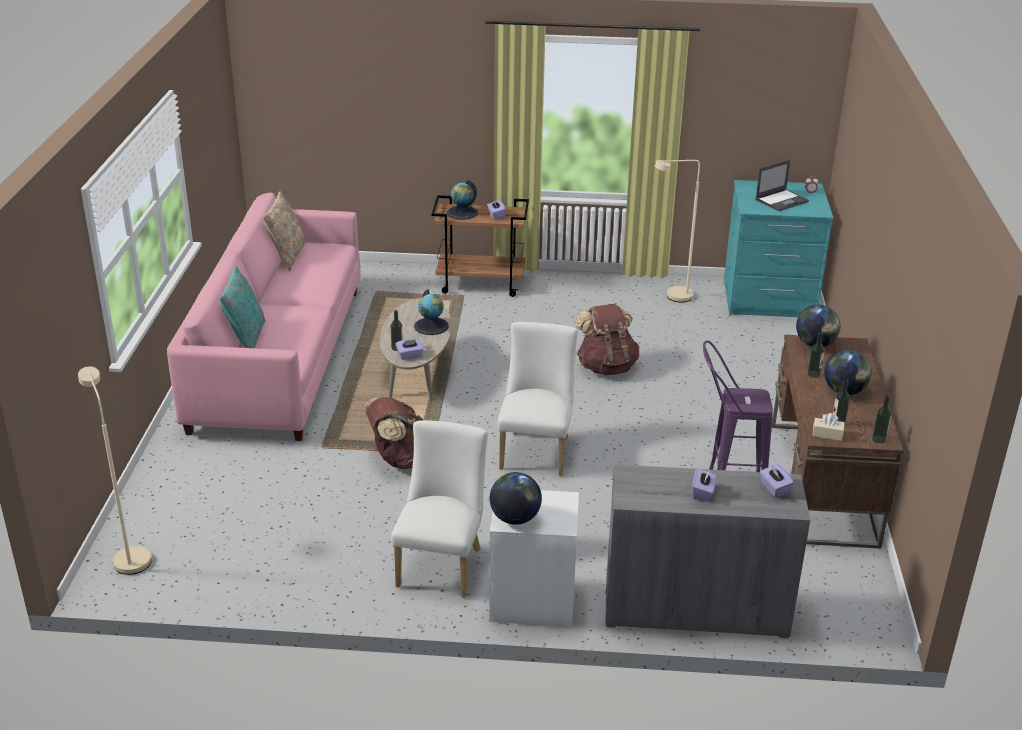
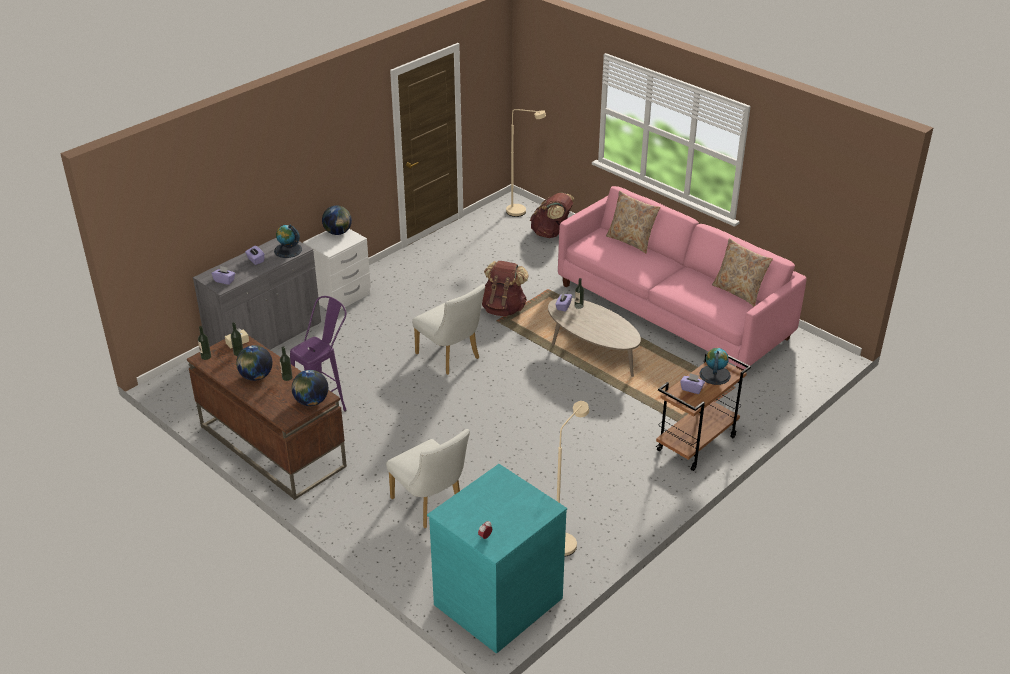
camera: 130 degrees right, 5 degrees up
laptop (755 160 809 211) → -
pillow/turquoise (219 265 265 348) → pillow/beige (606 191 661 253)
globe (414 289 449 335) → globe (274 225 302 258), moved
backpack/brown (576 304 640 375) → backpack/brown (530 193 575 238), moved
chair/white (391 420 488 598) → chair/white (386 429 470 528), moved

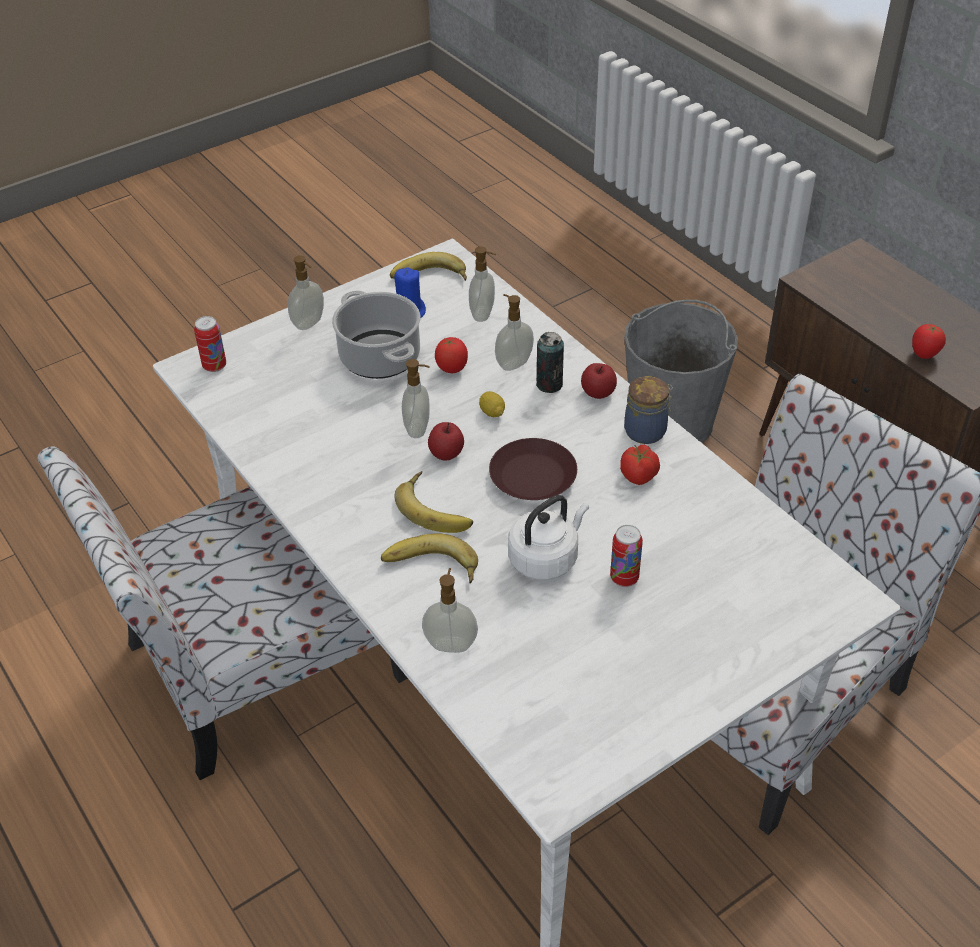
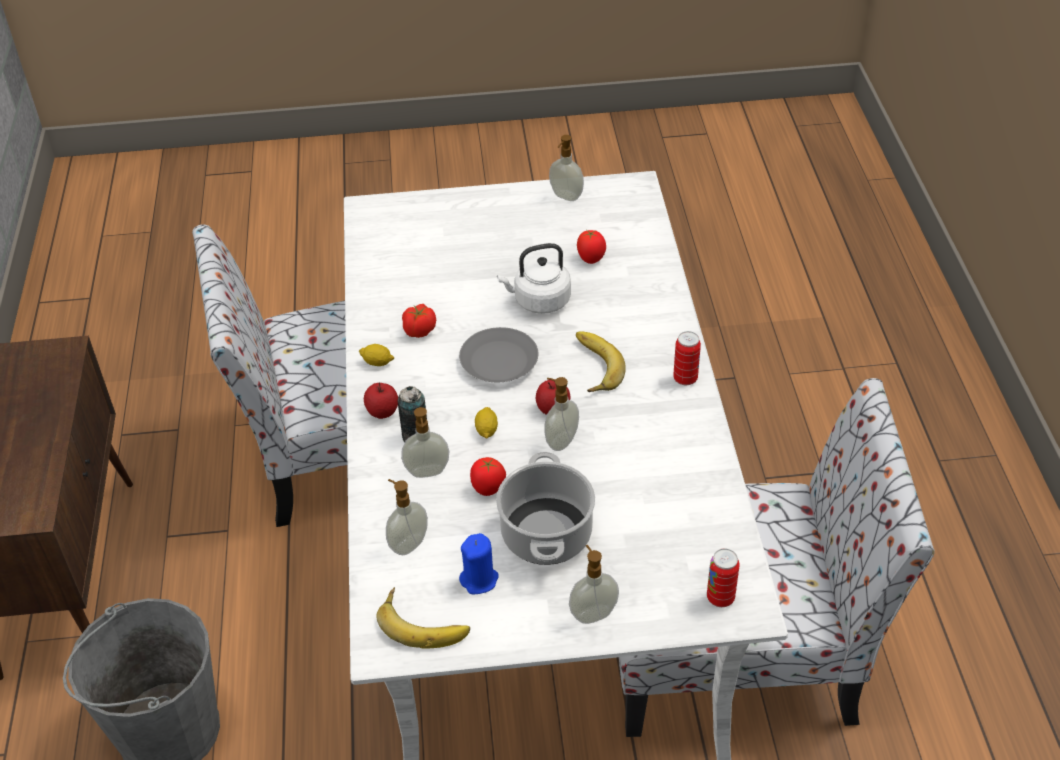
camera: 150 degrees left, 0 degrees up
tomato (912 324 946 359) → tomato (577 230 606 264), moved
jar (624 376 673 444) → lemon (359 344 394 366)
plate/brown (489 438 577 500) → plate/grey (459 327 538 382)
can (610 525 643 587) → can (673 331 701 385), moved
banana (381 534 478 584) → -
soap dispenser (422 568 478 653) → soap dispenser (549 135 584 201), moved

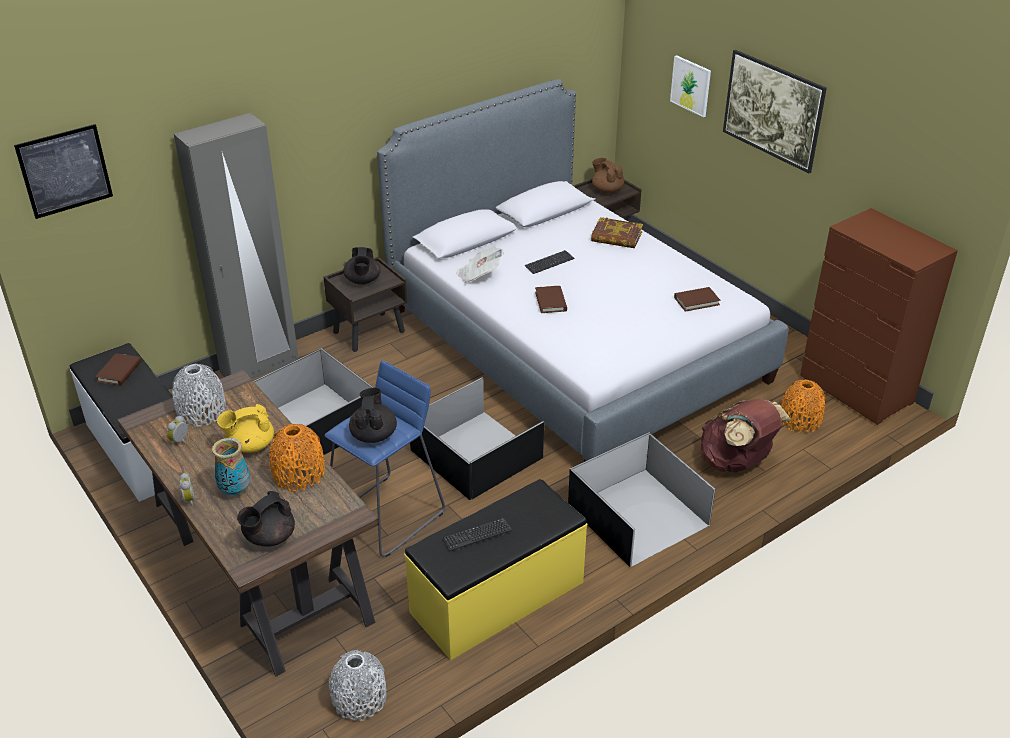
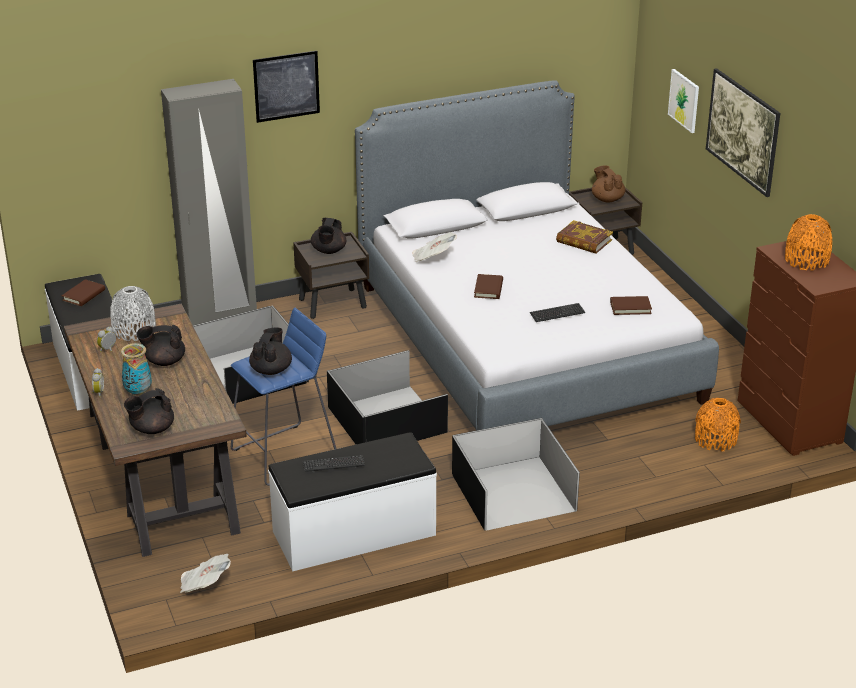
camera: 15 degrees right, 5 degrees down
picture (14 124 113 219) → picture (253 51 320 123), moved
keyboard (525 250 574 274) → keyboard (530 303 585 322), moved
backpack/brown (701 399 791 473) → -
teapot/yellow (217 404 274 453) → teapot/black (136 325 185 366)
vase/orange (269 424 325 491) → vase/orange (785 214 832 271), moved
bench/yellow (404 479 587 660) → bench/white (268 432 437 572)
vase/grey (329 650 386 721) → newspaper (180 554 231 593)

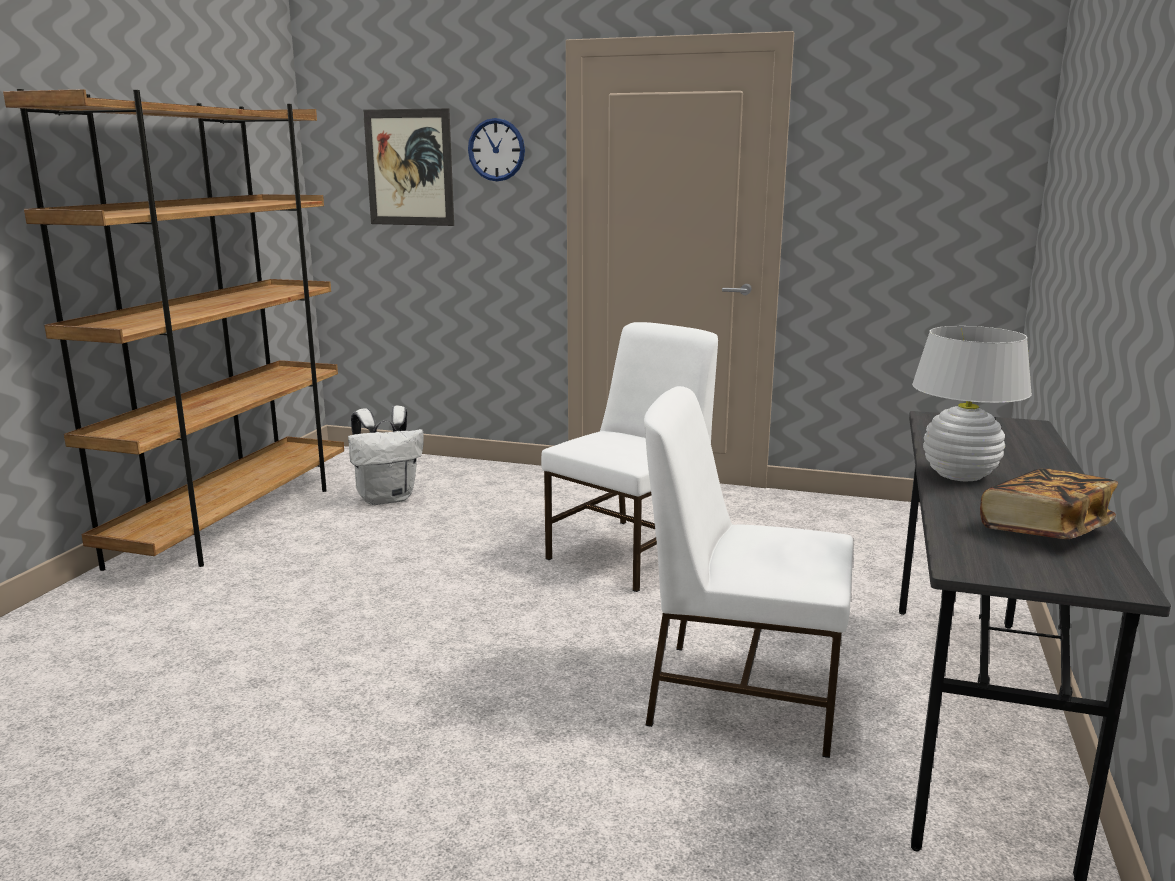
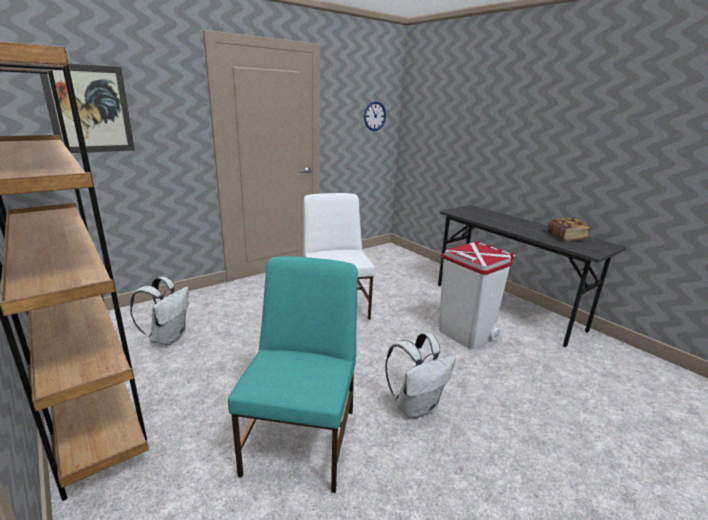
camera: 55 degrees left, 5 degrees up
wall clock (468 118 525 181) → wall clock (364 101 386 131), moved
table lamp/white (912 326 1032 482) → -
chair/white (644 386 853 758) → trash can/white (439 241 515 350)
- → chair/turquoise (228 256 358 493)
- → backpack/white (385 333 456 420)

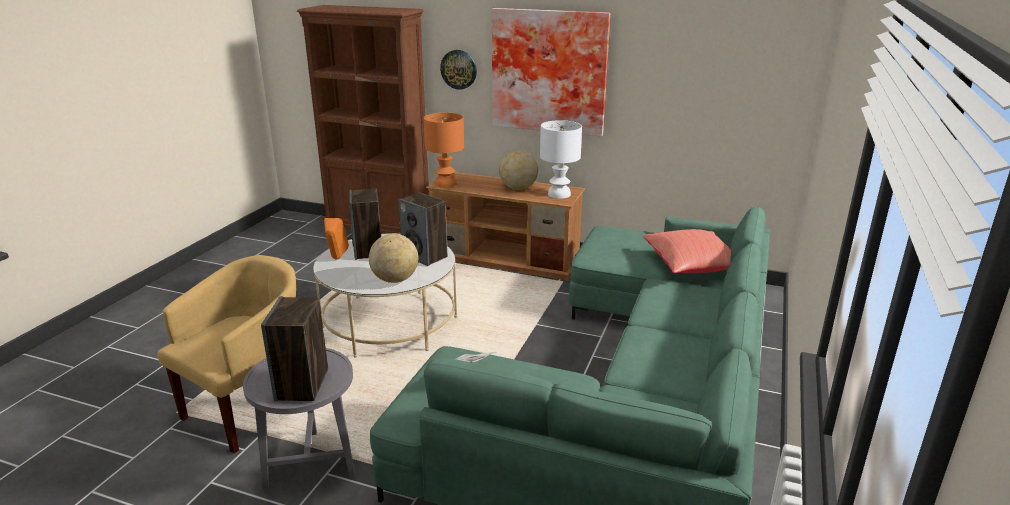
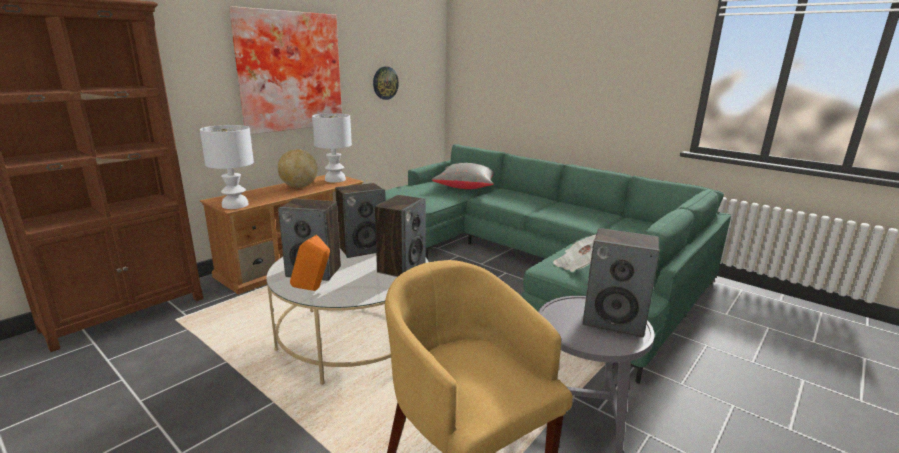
camera: 70 degrees left, 5 degrees down
wall clock (440 50 477 90) → wall clock (373 67 399 100), moved
table lamp/orange (424 113 464 188) → table lamp/white (200 125 254 209)
pillow/red (643 229 731 273) → pillow/grey (432 163 494 189)
globe (369 234 418 283) → speaker (375 195 426 277)

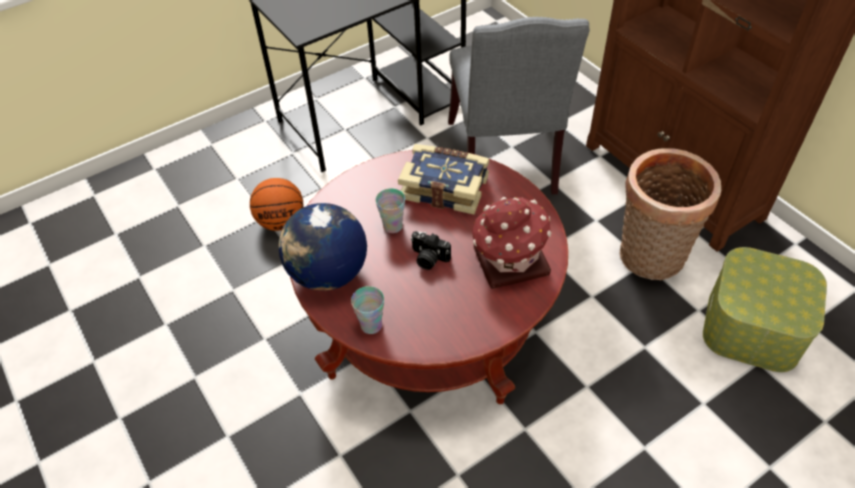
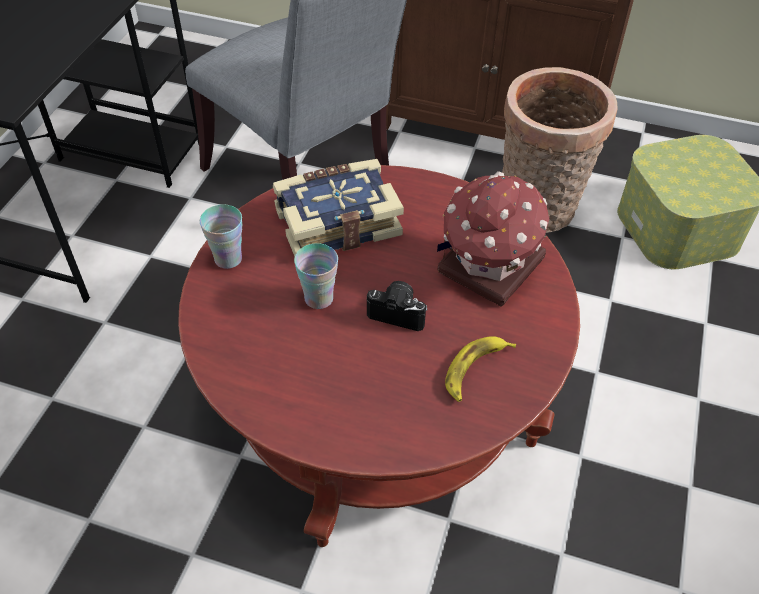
camera: 40 degrees left, 0 degrees up
basketball (250 178 303 231) → -
globe (278 203 367 291) → -
photo camera (411 231 451 270) → photo camera (367 281 428 331), 150 degrees counterclockwise
cup (351 286 384 334) → cup (200 204 242 269), moved
- → banana (445 336 516 402)

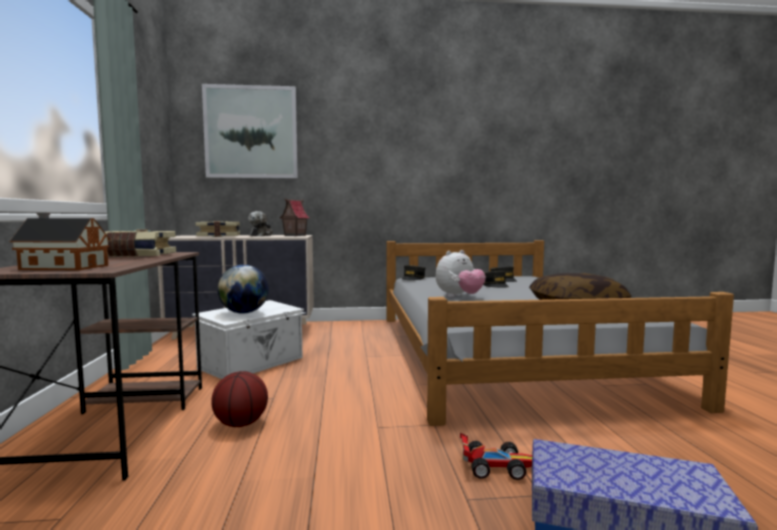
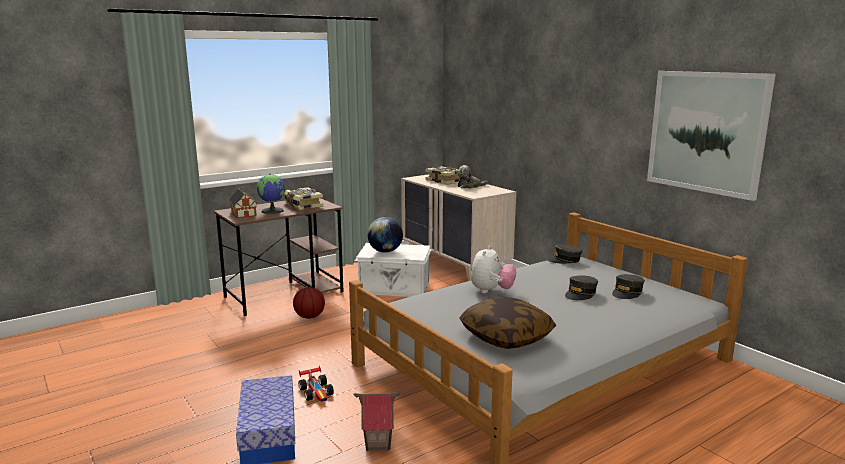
camera: 60 degrees right, 10 degrees up
picture (202 84 298 178) → picture (647 71 776 201), moved
toy house (279 199 310 236) → toy house (354 392 401 451), moved
plush toy (436 250 486 297) → plush toy (471 246 516 293), 90 degrees counterclockwise
- → globe (257 174 286 214)

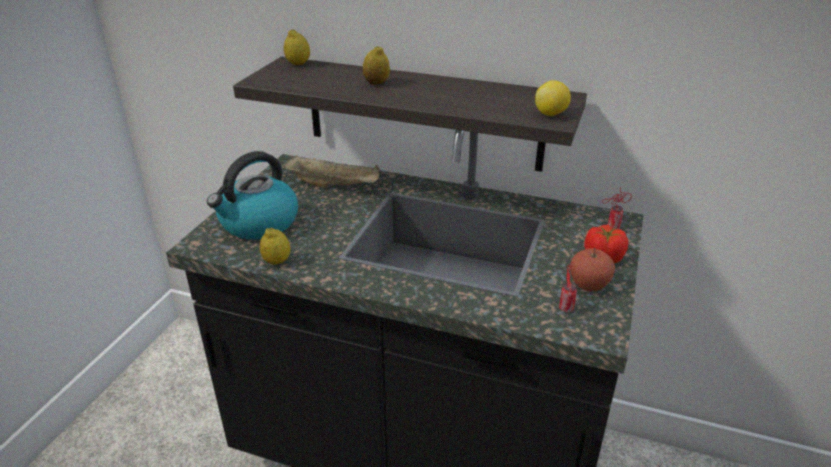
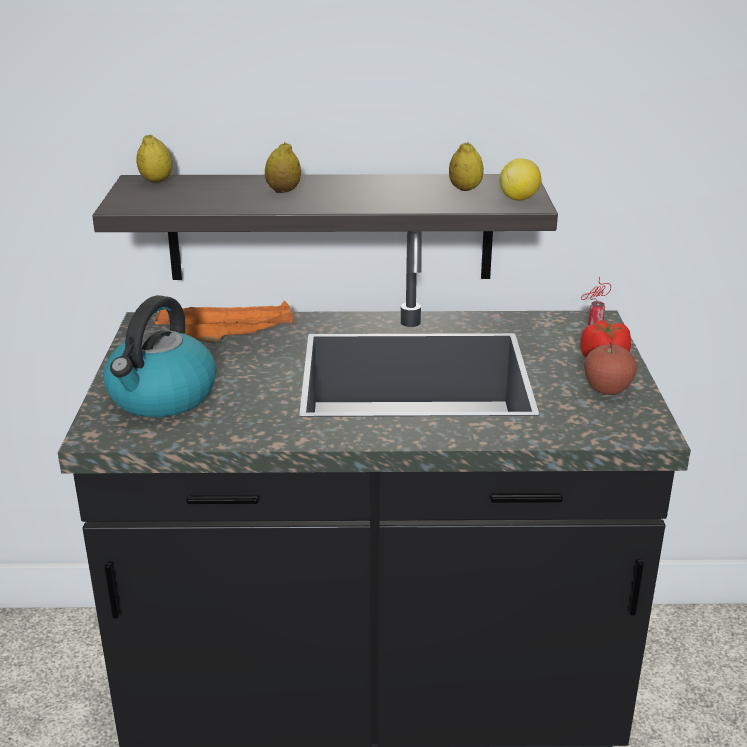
camera: 20 degrees left, 5 degrees down
tray/beige (282 156 380 188) → tray/orange (155 301 294 342)
lemon (260 228 291 265) → lemon (449 142 484 191), moved
can (559 264 577 312) → -

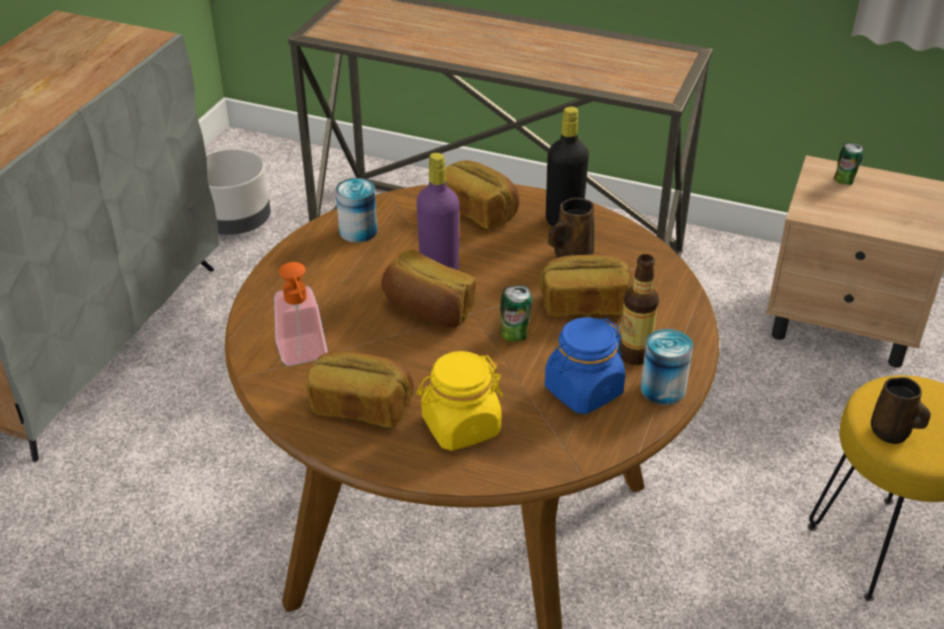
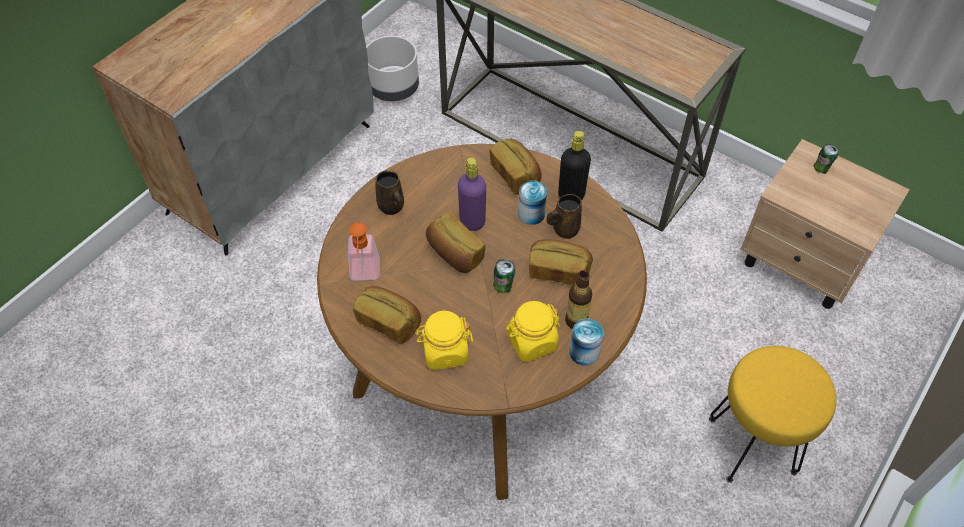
camera: 15 degrees right, 15 degrees up
can (336 178 378 243) → can (518 180 547 225), moved
jar/blue (545 317 625 414) → jar/yellow (506 301 560 362)
mug/brown (871 377 931 444) → mug/brown (375 171 404 215), moved

